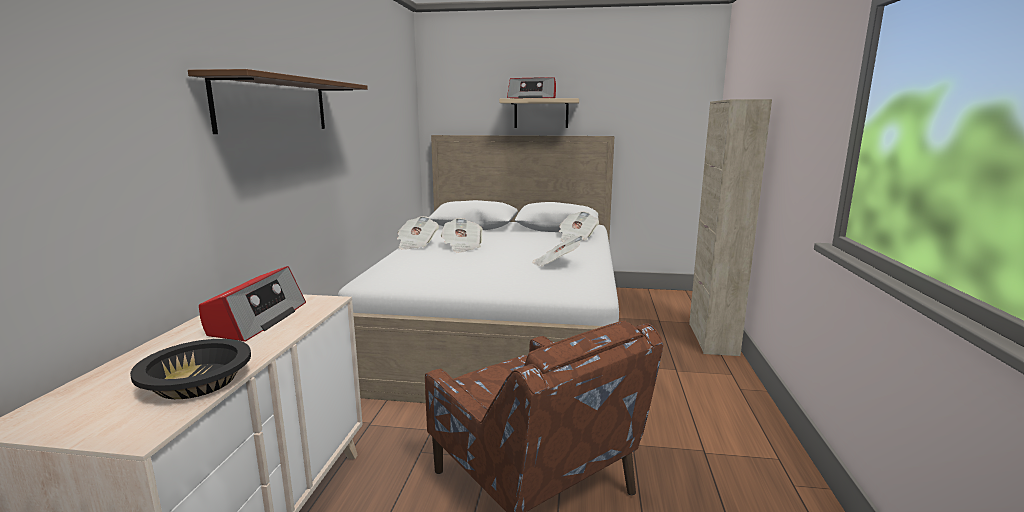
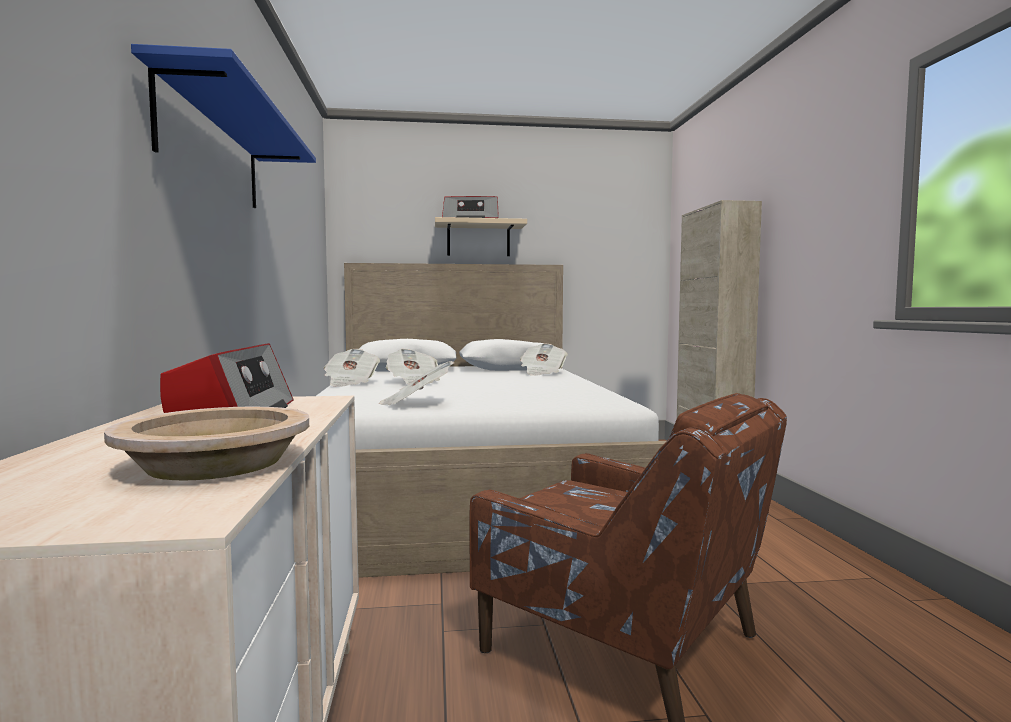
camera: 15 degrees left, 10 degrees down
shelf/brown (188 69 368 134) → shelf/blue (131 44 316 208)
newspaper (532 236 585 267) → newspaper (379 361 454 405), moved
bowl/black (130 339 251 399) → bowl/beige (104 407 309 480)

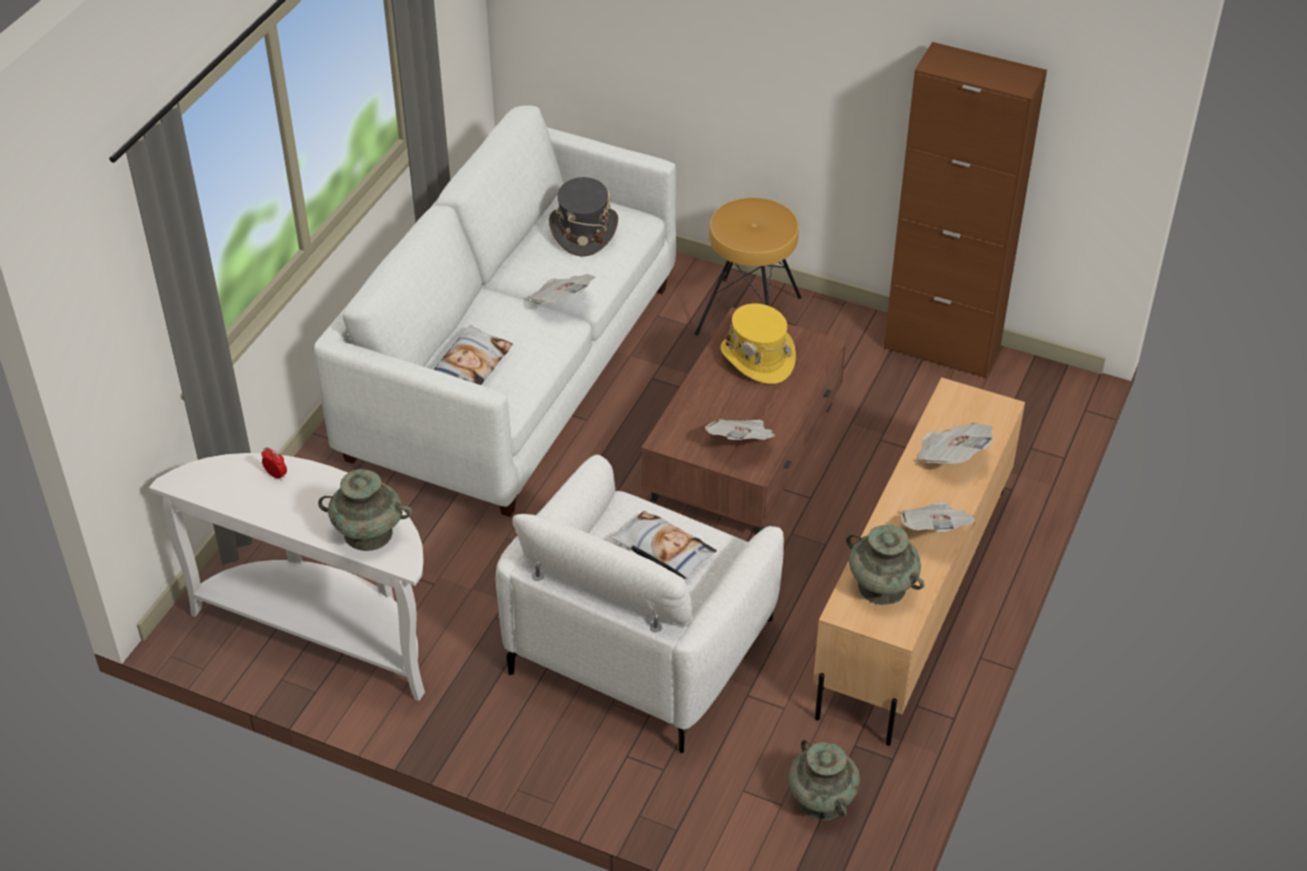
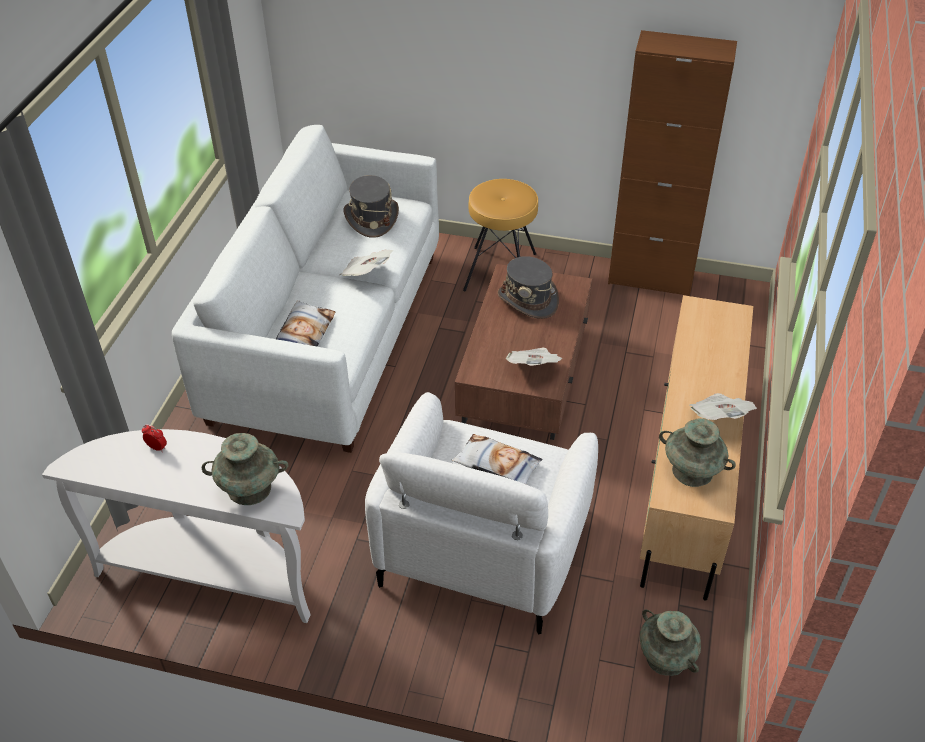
camera: 10 degrees left, 0 degrees up
hat/yellow (720 304 796 384) → hat/grey (498 256 559 319)
newspaper (916 423 993 465) → -

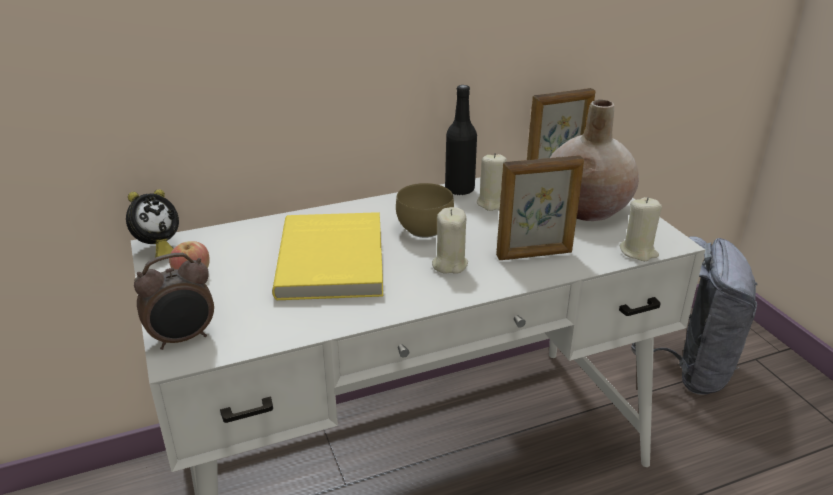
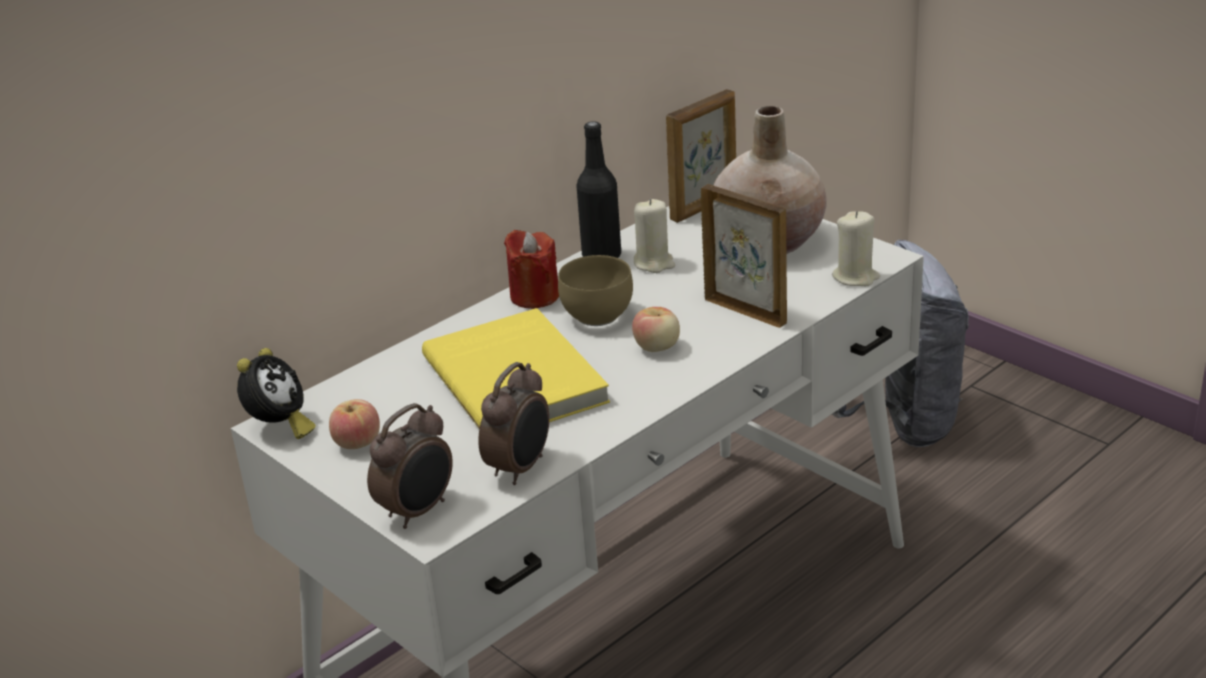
camera: 20 degrees left, 0 degrees up
picture frame (496 155 584 260) → picture frame (701 184 787 328), 105 degrees counterclockwise
candle/beige (432 207 468 274) → apple (632 307 680 352)
- → candle/red (504 230 559 309)
- → alarm clock (478 362 549 485)

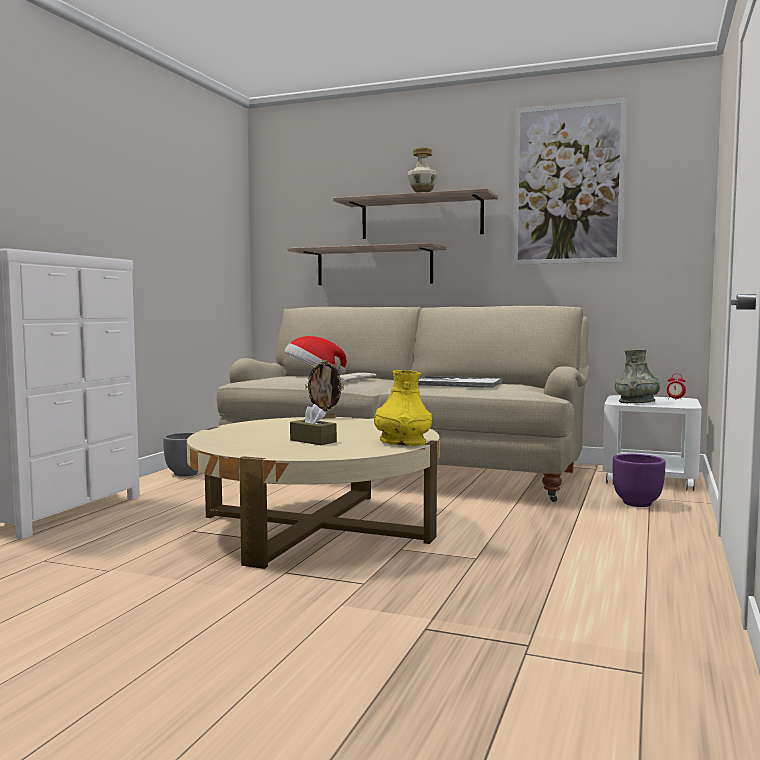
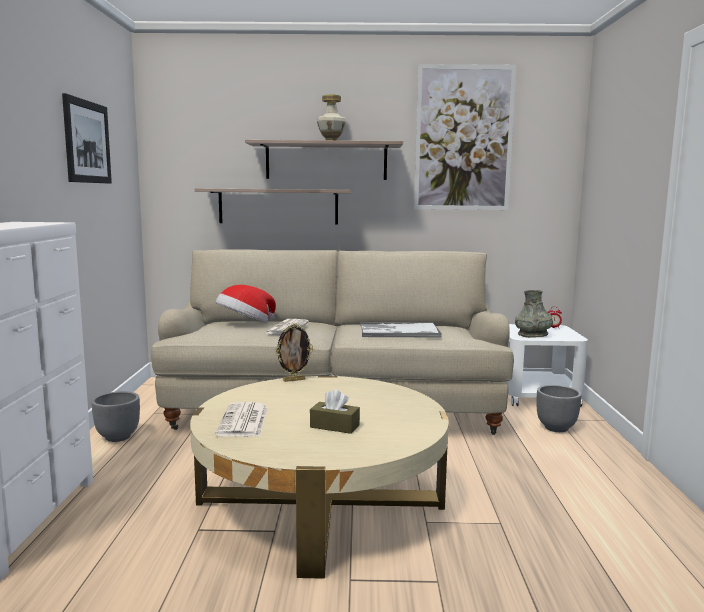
camera: 20 degrees left, 5 degrees up
vase/yellow (374 370 432 446) → -
planter/purple (613 454 666 507) → planter/grey (536 385 582 432)
- → picture (62 93 112 184)
- → newspaper (215 402 268 437)

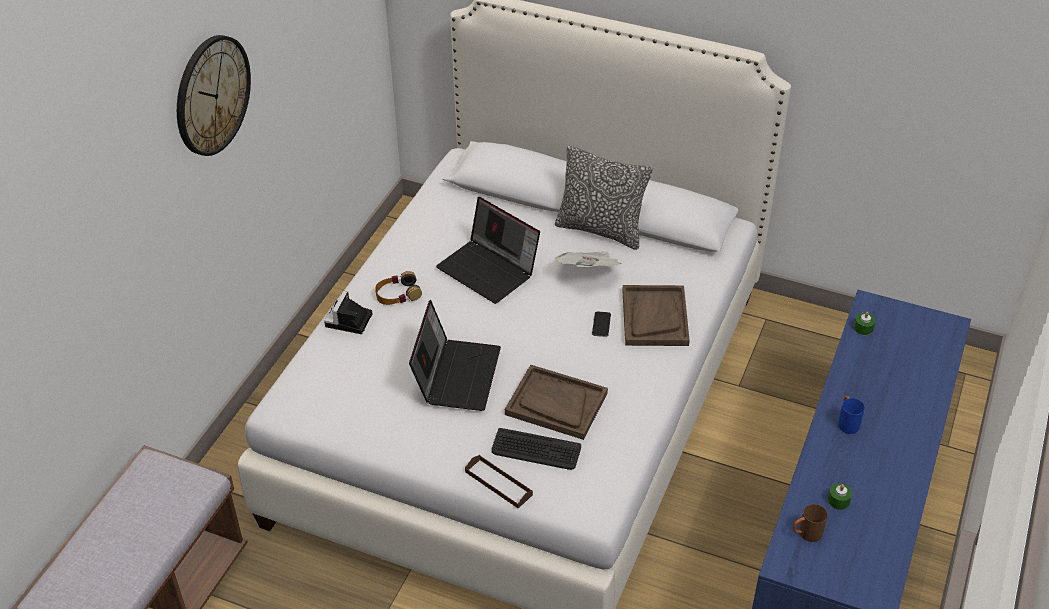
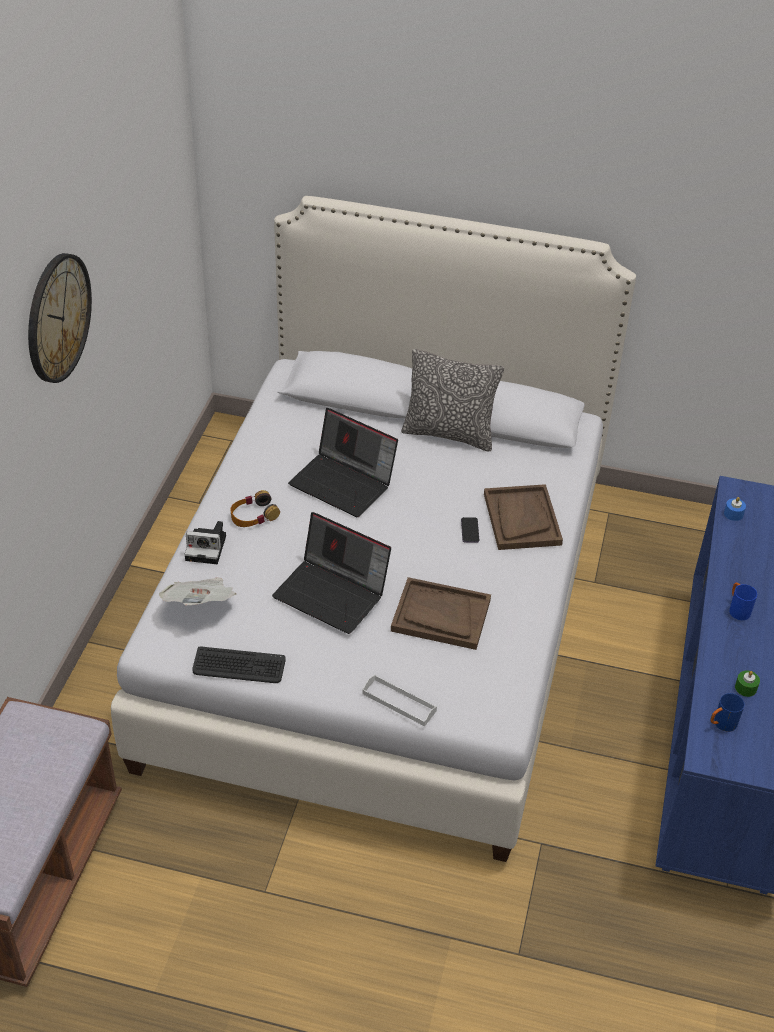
camera: 10 degrees left, 0 degrees up
newspaper (555 251 622 267) → newspaper (159 577 237 605), moved
photo camera (324 291 372 334) → photo camera (184 521 226 564), 90 degrees counterclockwise
laptop (409 300 501 411) → laptop (272 512 391 634), 120 degrees clockwise
candle/green (854 312 875 335) → candle/blue (724 497 746 521)
keyboard (492 428 581 470) → keyboard (192 646 286 683), moved
tray/brown (465 455 533 508) → tray/white (362 675 437 726)
mug/brown (793 504 828 542) → mug/blue (710 693 745 732)

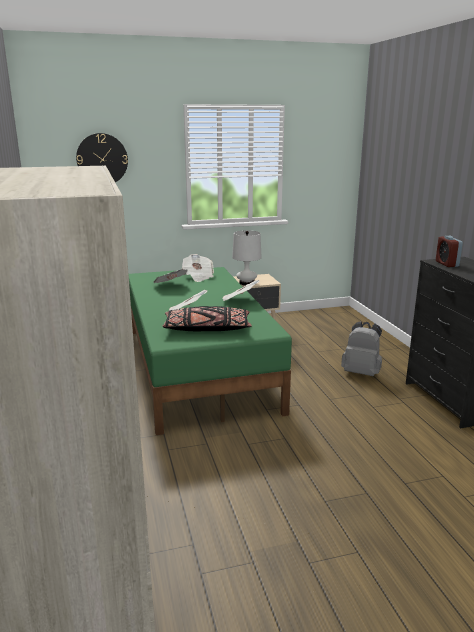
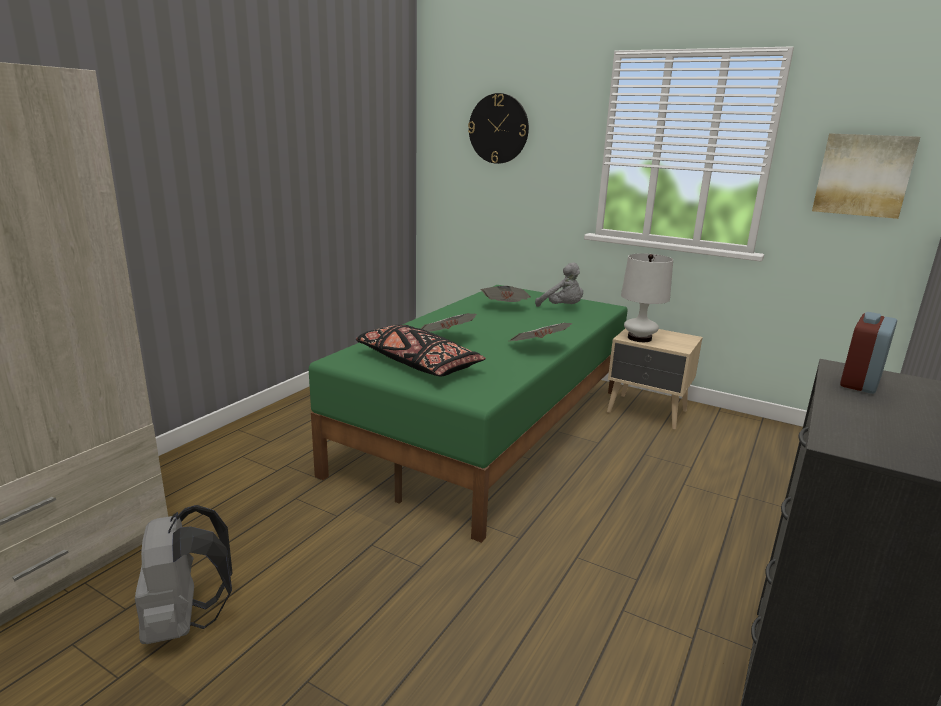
camera: 45 degrees right, 0 degrees up
newspaper (182 254 214 282) → plush toy/grey (535 262 583 307)
backpack/grey (341 321 382 376) → backpack/grey (135 505 232 644), moved
- → picture (812 133 920 219)

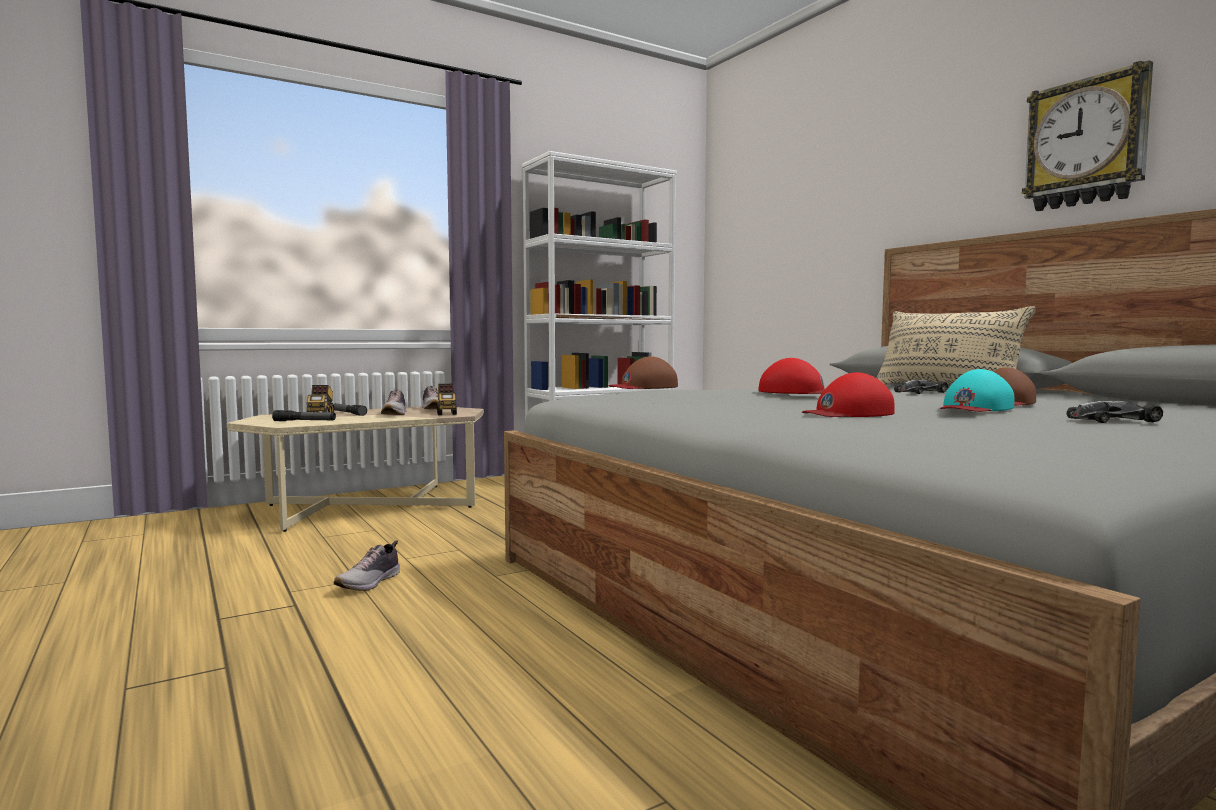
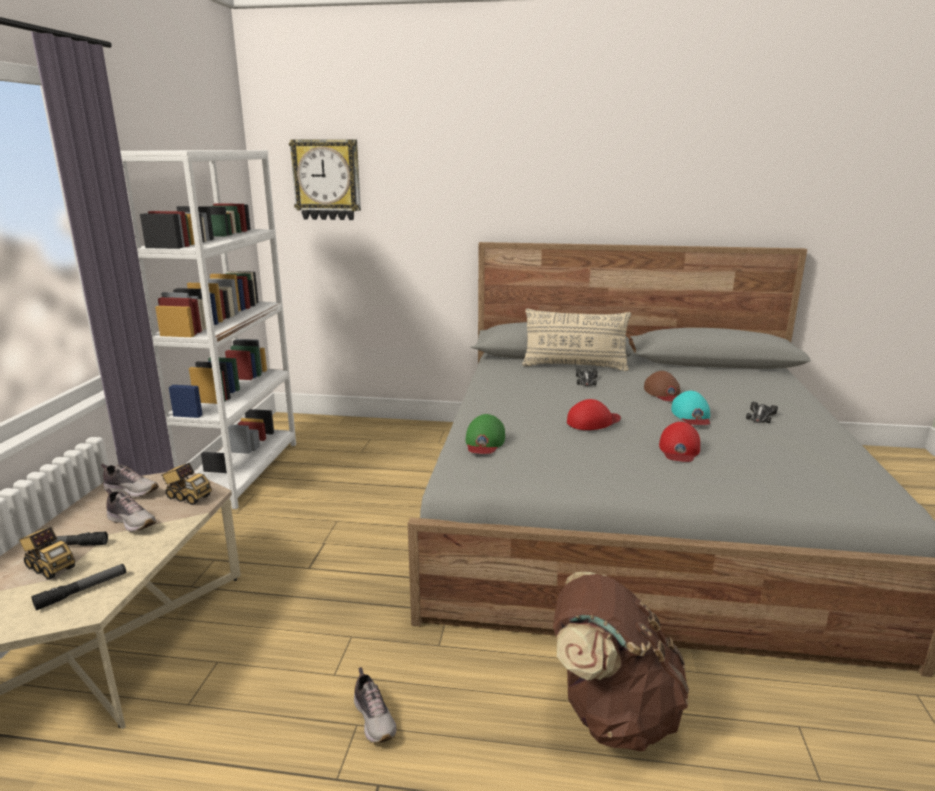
camera: 50 degrees left, 15 degrees up
wall clock (1022 60 1153 211) → wall clock (289 139 361 220), moved
cap/brown (609 356 678 389) → cap/green (465 414 505 454)
- → backpack/brown (553 572 689 751)

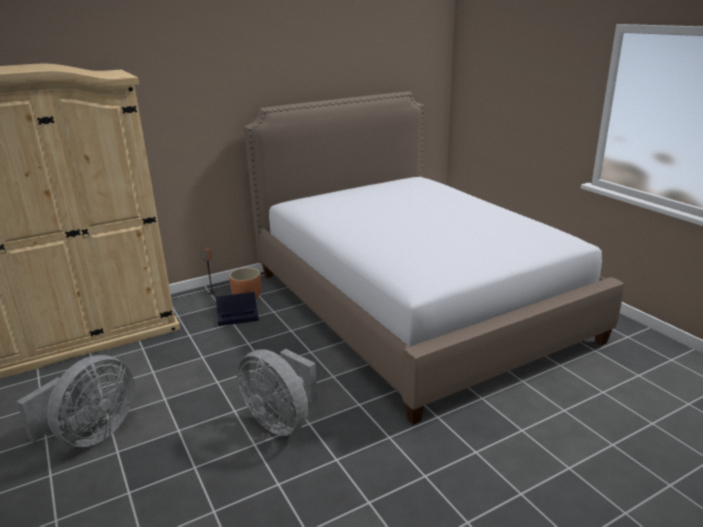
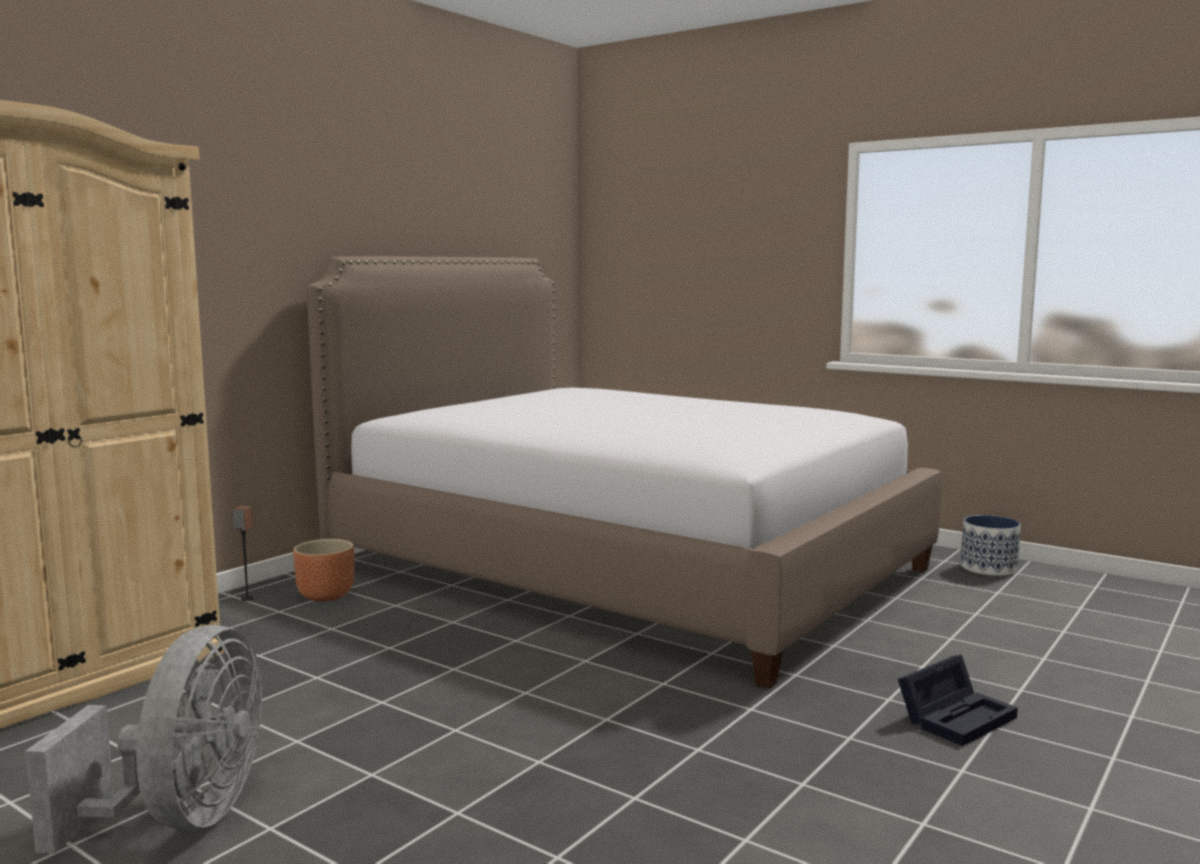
camera: 25 degrees left, 15 degrees down
storage box/black (216 292 259 326) → storage box/black (898 655 1018 746), moved
fan/grey (237 349 317 436) → -
- → planter (961 515 1021 576)

